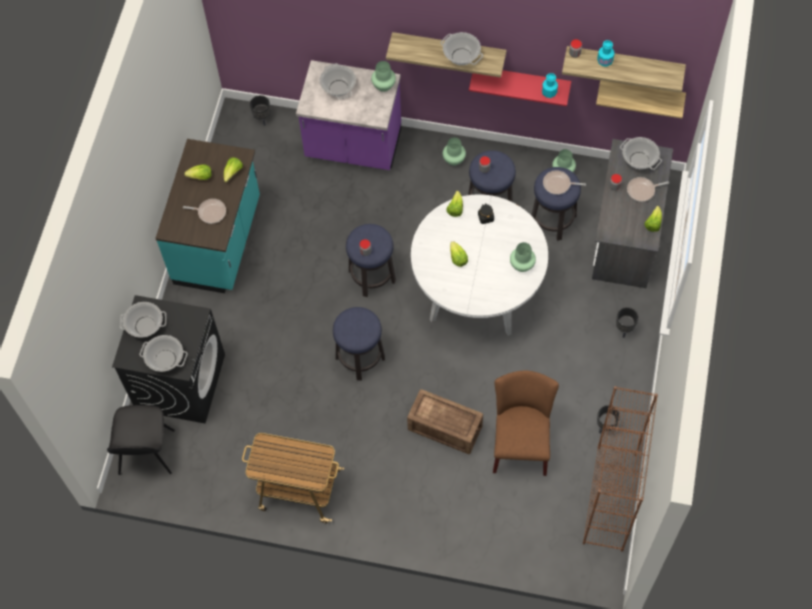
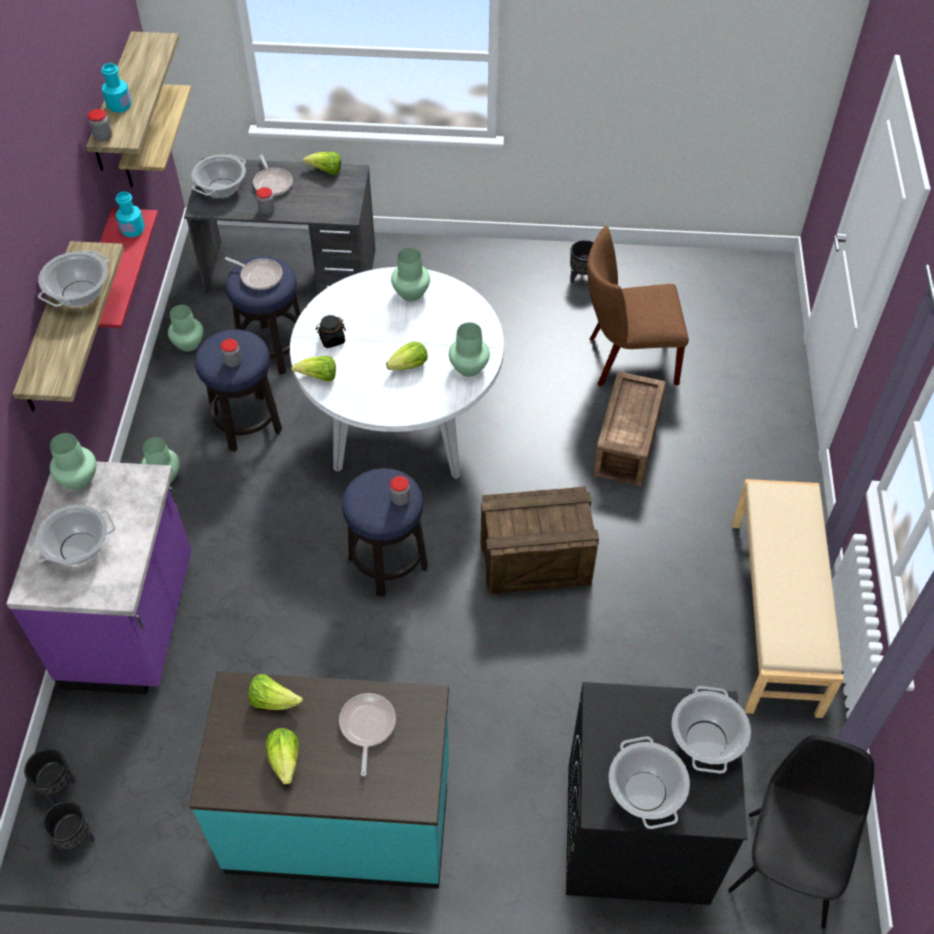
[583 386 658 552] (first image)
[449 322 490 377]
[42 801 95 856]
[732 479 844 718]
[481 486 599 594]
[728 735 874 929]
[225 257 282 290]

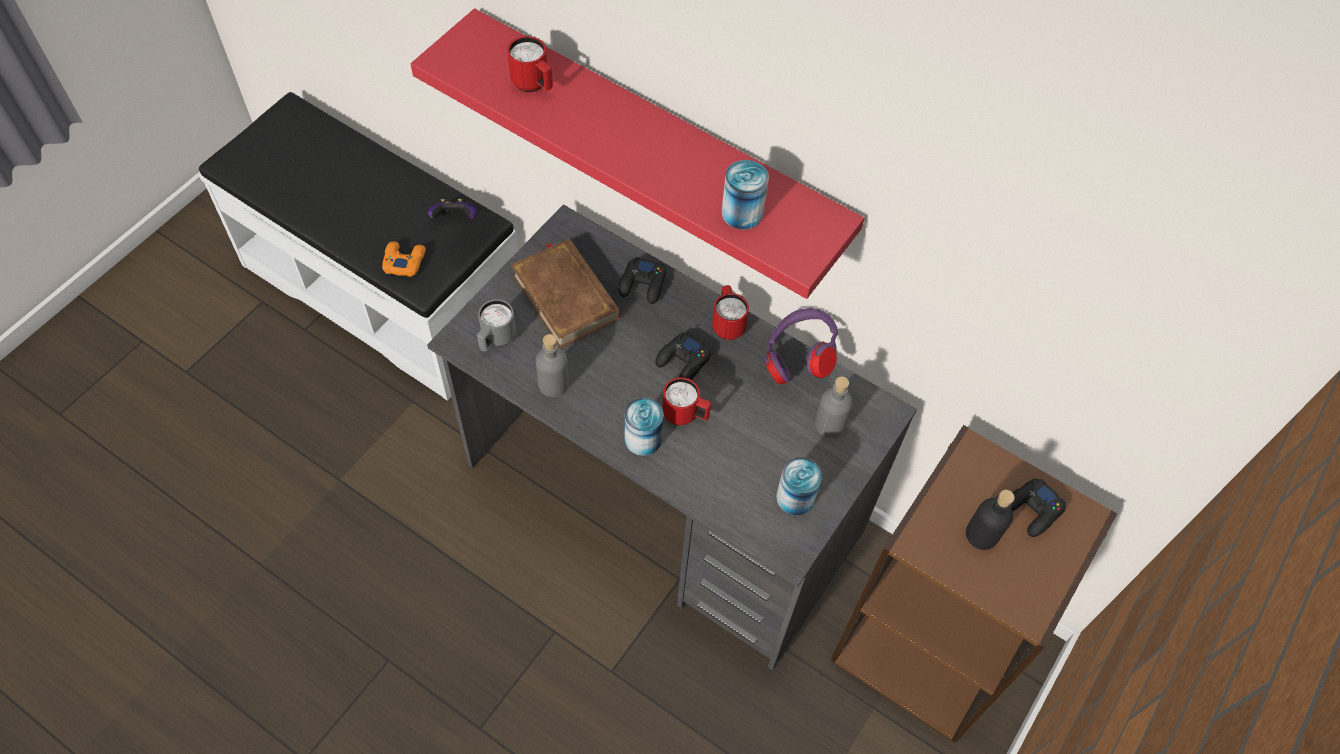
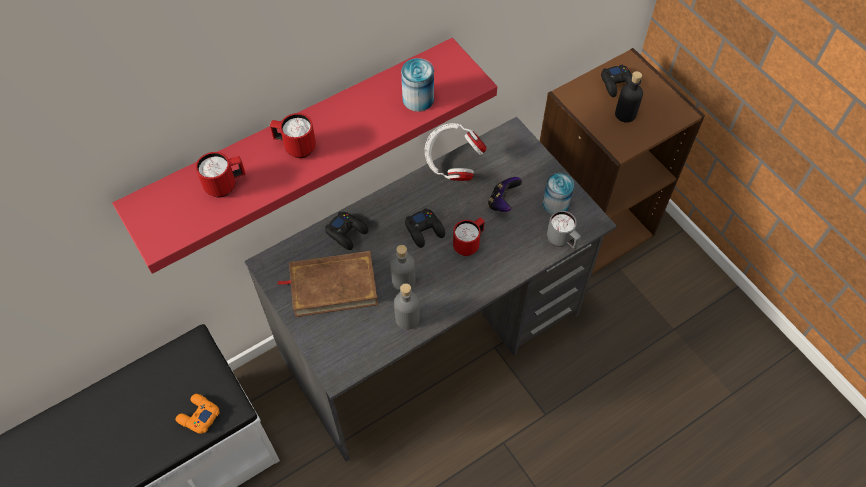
[625 398 663 456] (first image)
[488 177 522 212]
[547 211 581 249]
[270 113 316 158]
[390 245 416 291]
[425 123 487 181]

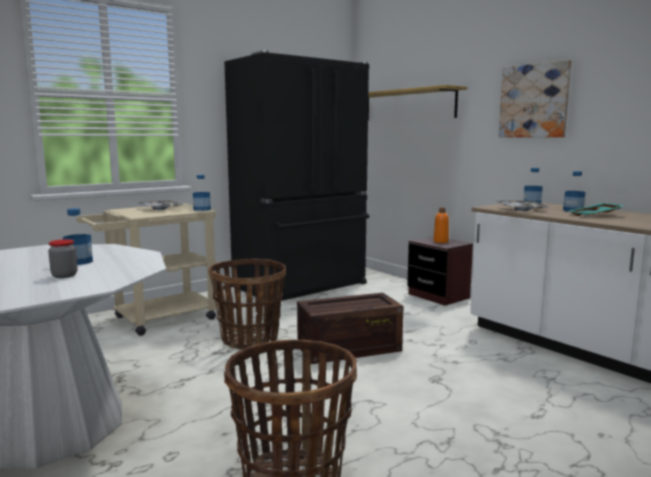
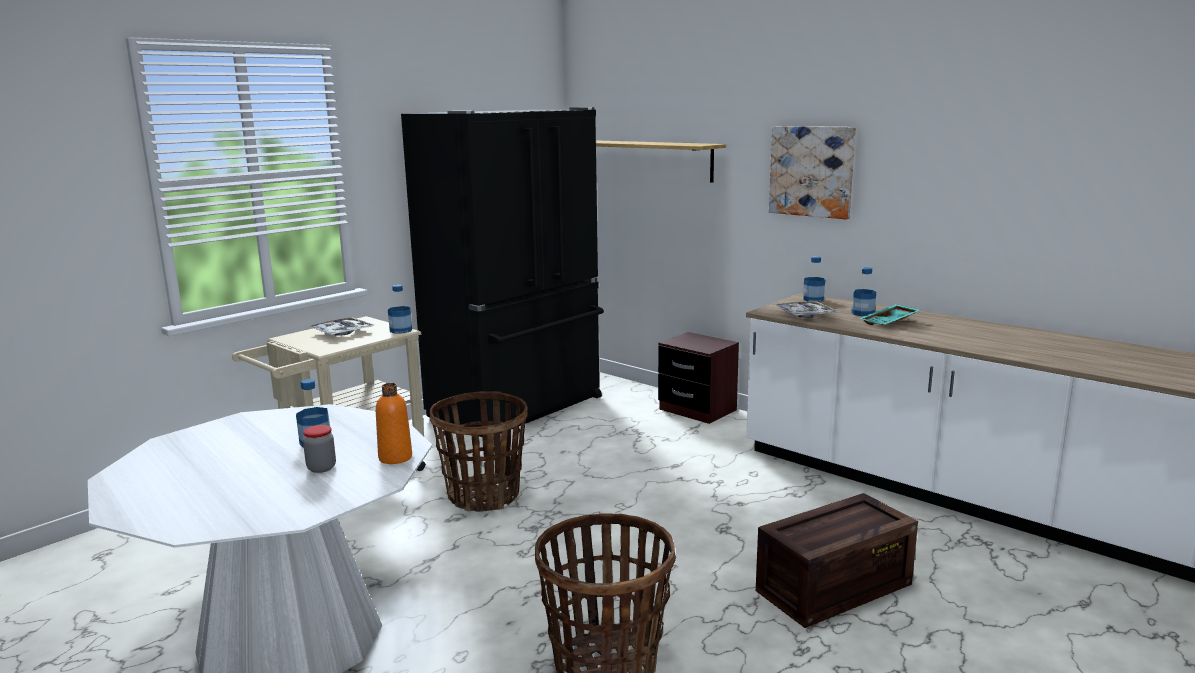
[756 493 918 628]
[376 383 412 464]

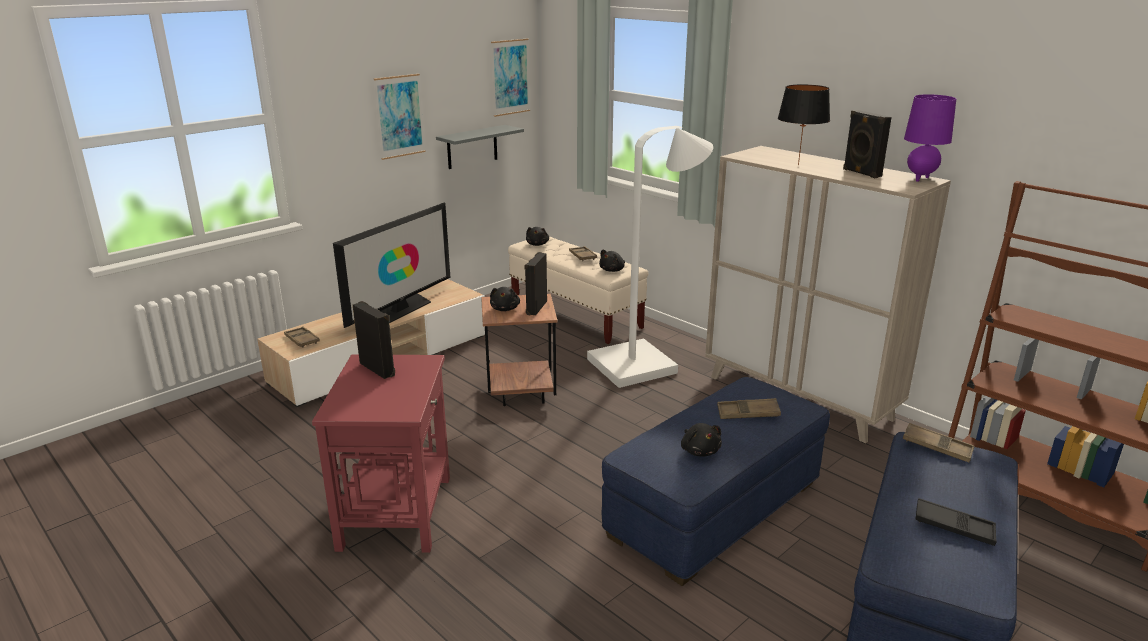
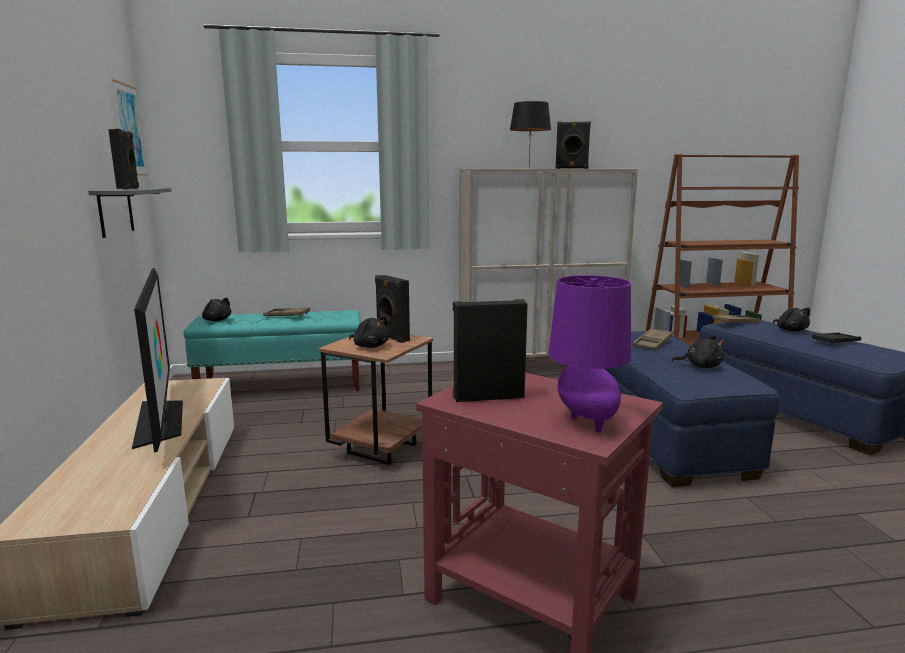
[284 326 320 348] (first image)
[374 74 426 160] (first image)
[587 126 713 388] (first image)
[108 129 139 189]
[773 308 810 331]
[548 275 631 432]
[184 310 360 391]

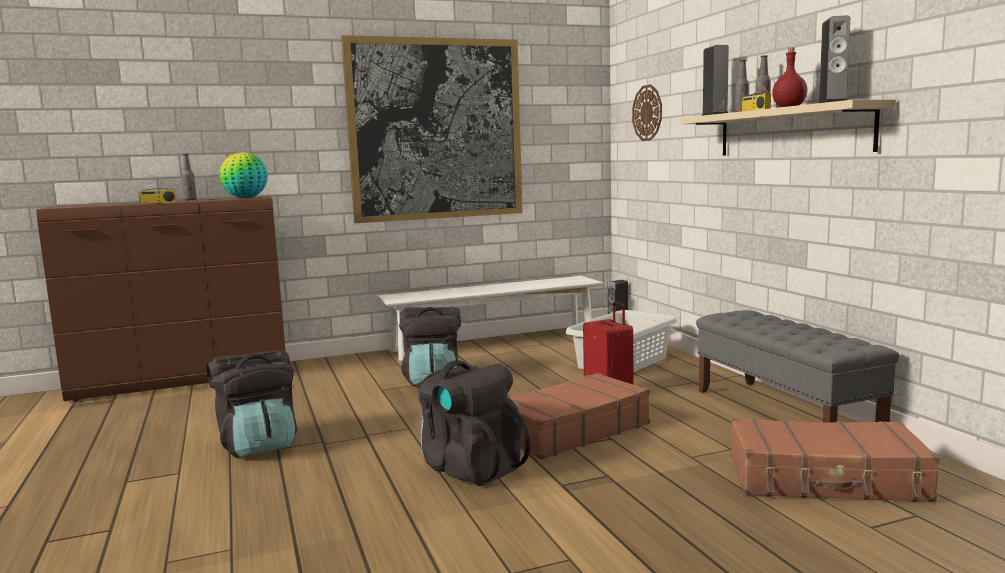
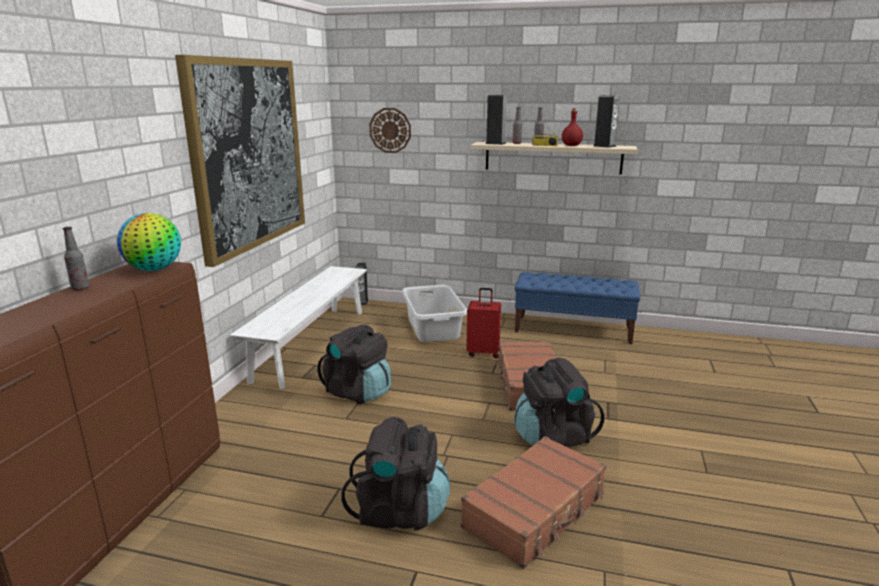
[138 171 176 204] (first image)
[461 436 606 569]
[515 272 640 344]

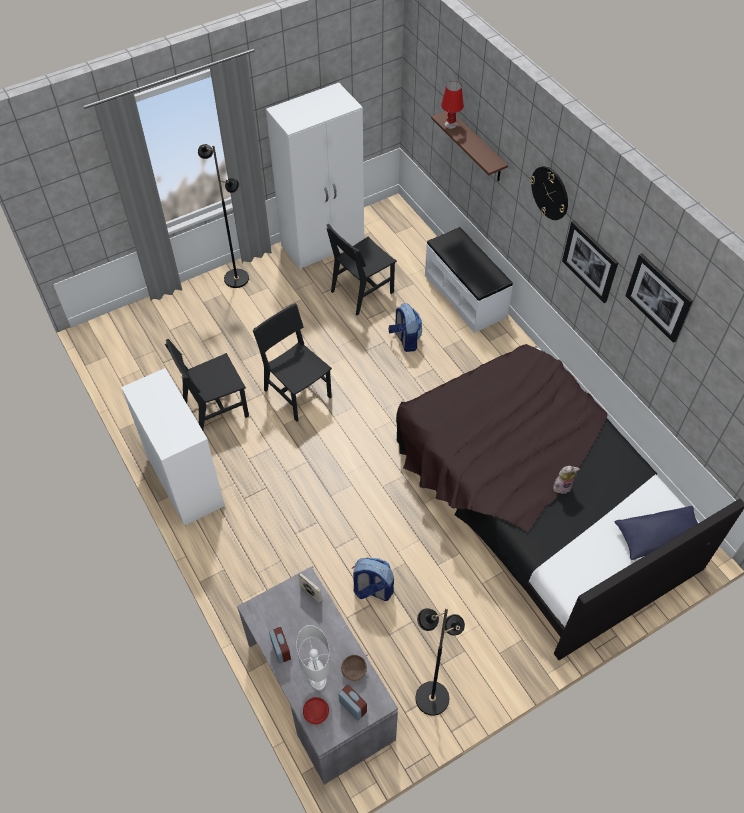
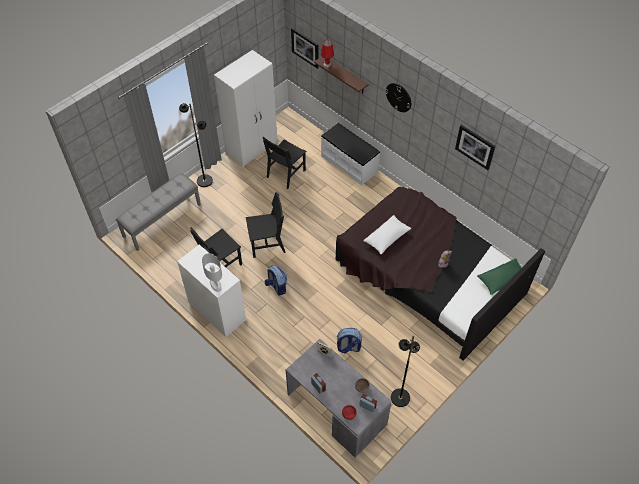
[116 173 201 251]
[363 215 411 254]
[202 253 222 292]
[265 265 287 296]
[291 28 319 69]
[477 258 530 295]
[246 192 286 258]

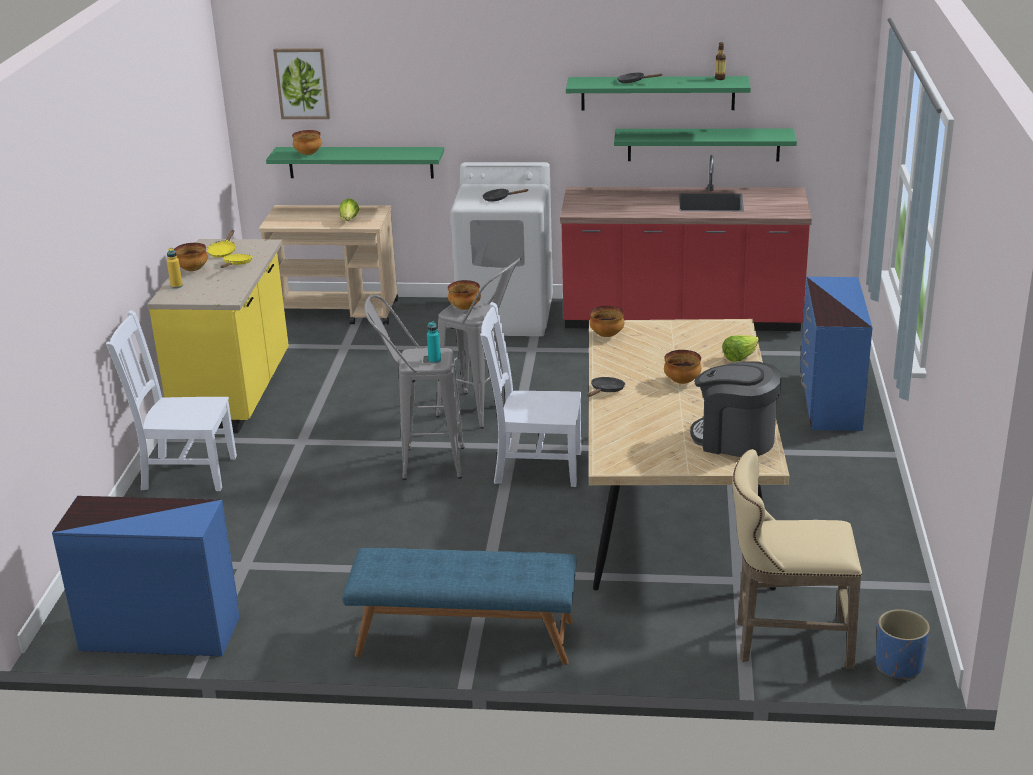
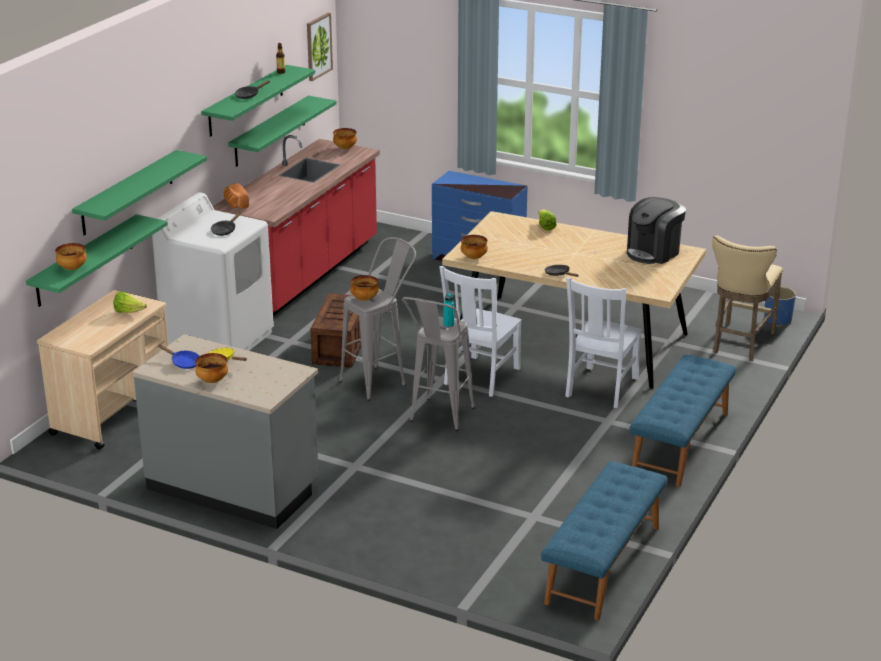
[167 248 183 289] (first image)
[72 150 207 235]
[224 183 249 208]
[310 293 362 368]
[565 277 642 408]
[307 13 333 81]
[333 128 357 149]
[541 461 668 620]
[132 334 319 529]
[158 344 199 369]

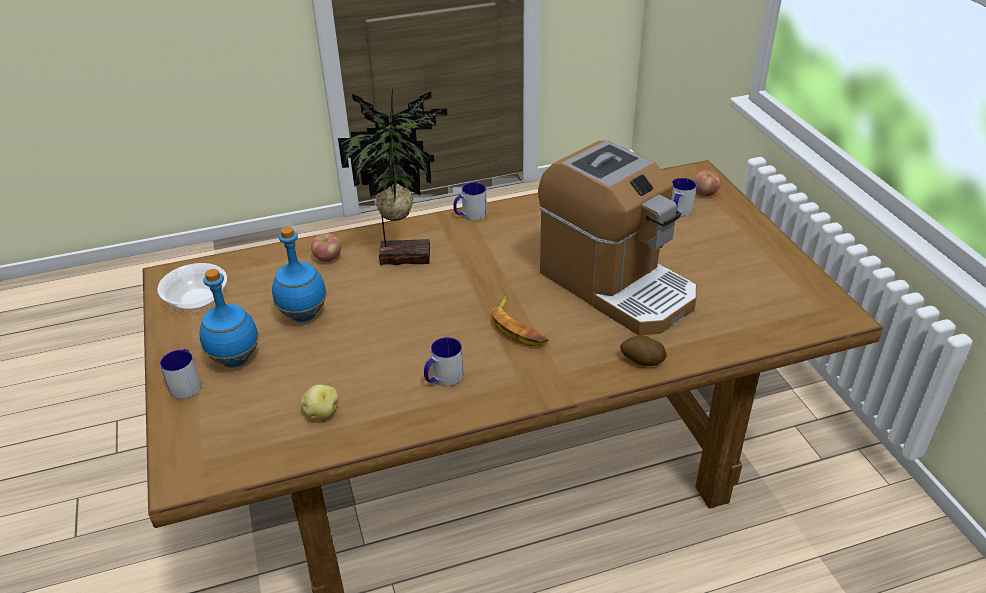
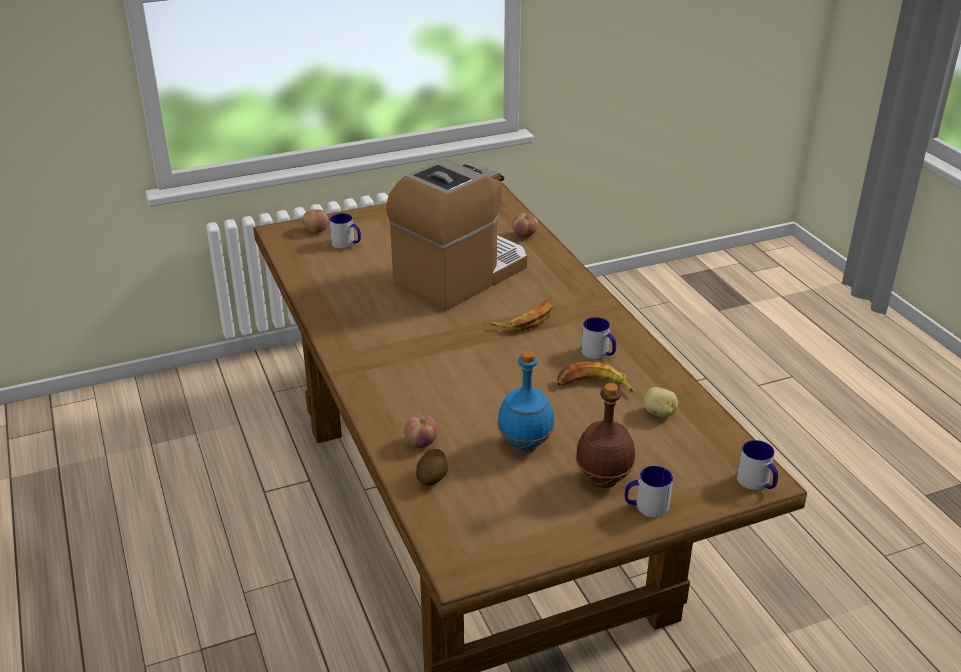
[157 263 227 310] (first image)
[338 86 448 265] (first image)
[512 213 538 238]
[557 361 636 393]
[737 440 778 490]
[416 449 448 486]
[576 383 635 488]

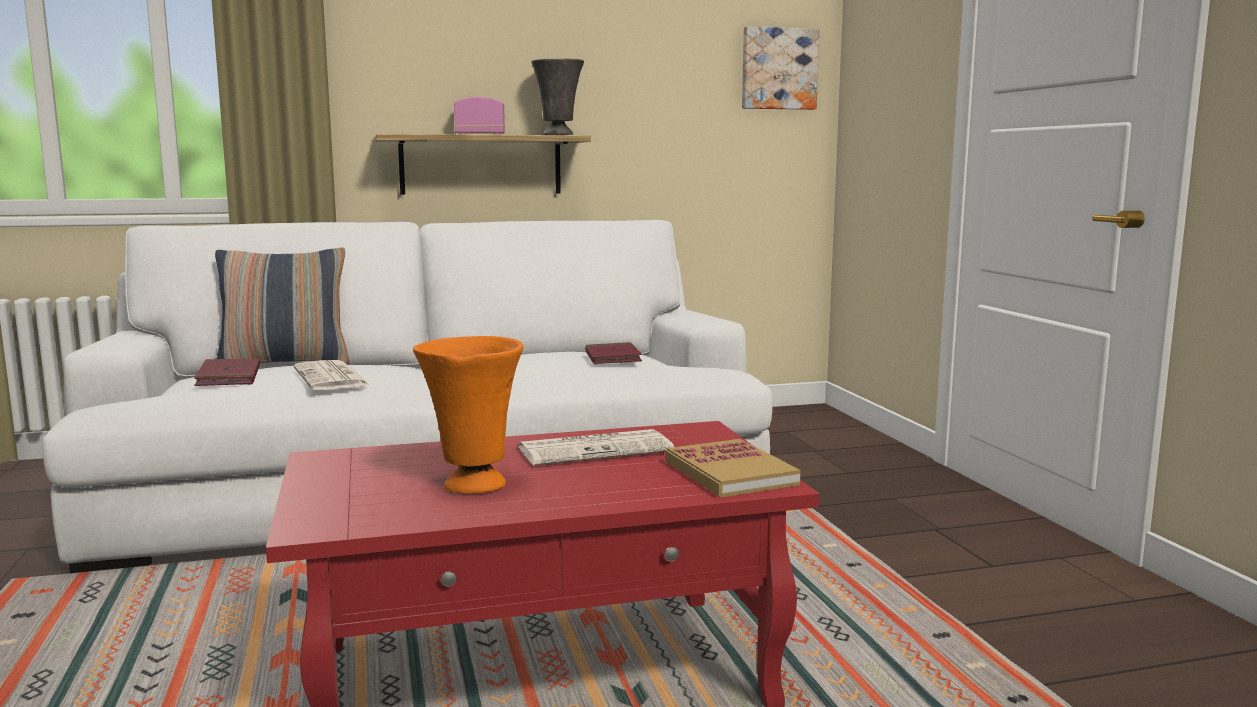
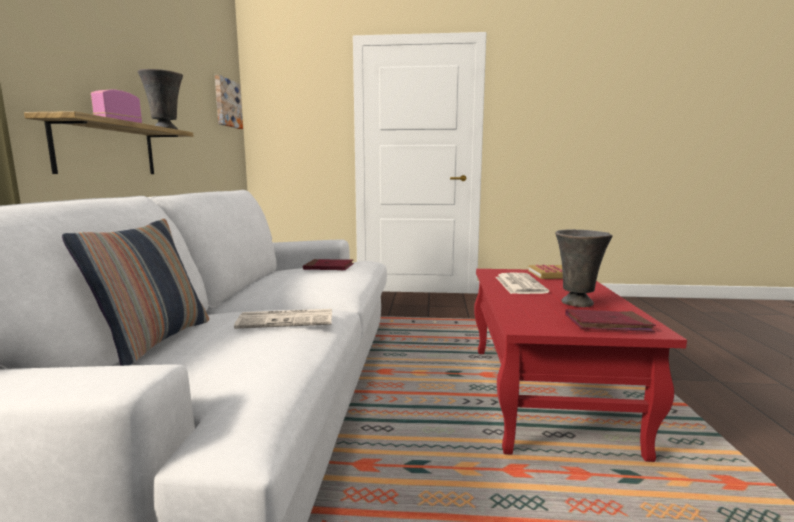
[565 309 656 332]
[555 229 613 307]

